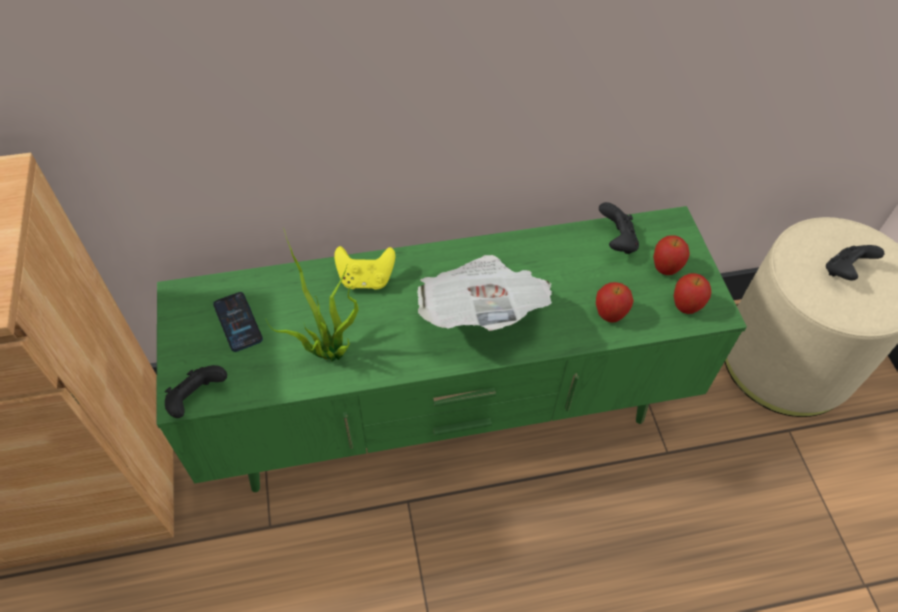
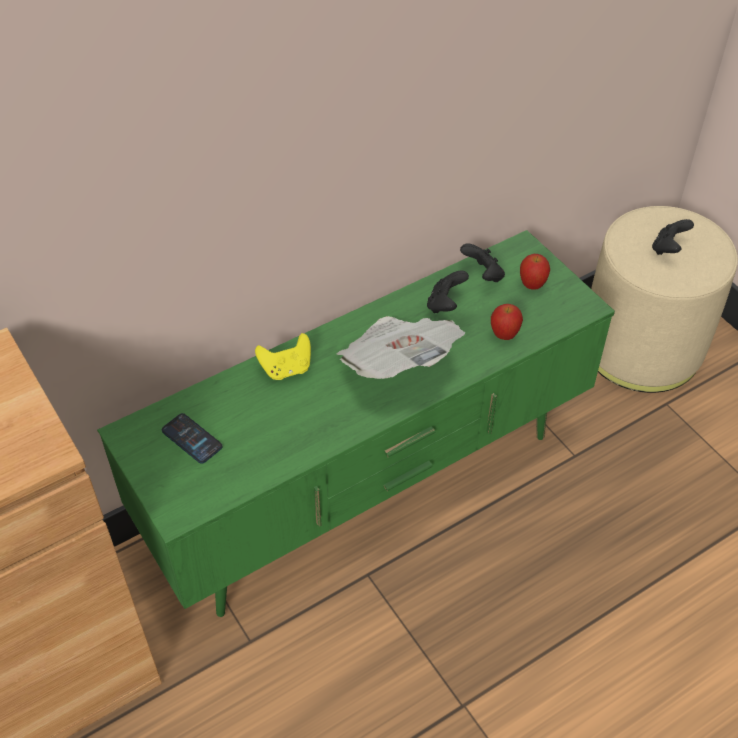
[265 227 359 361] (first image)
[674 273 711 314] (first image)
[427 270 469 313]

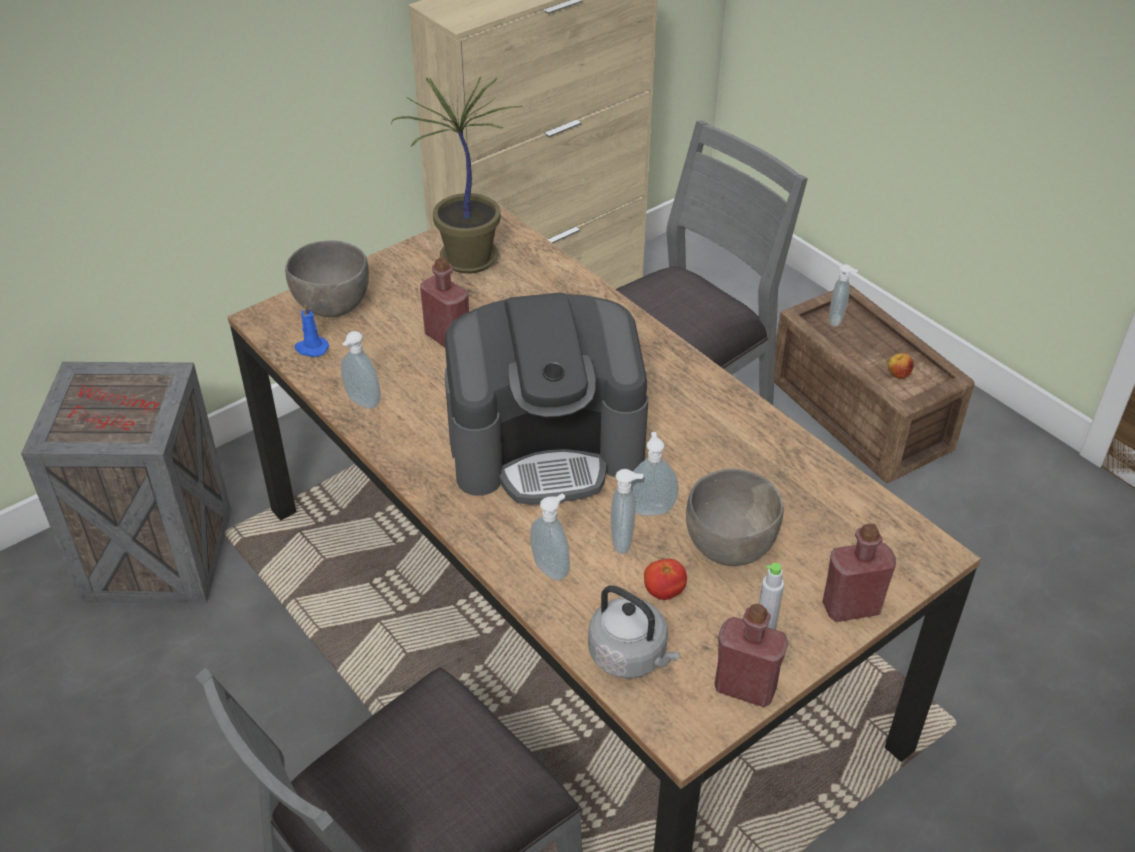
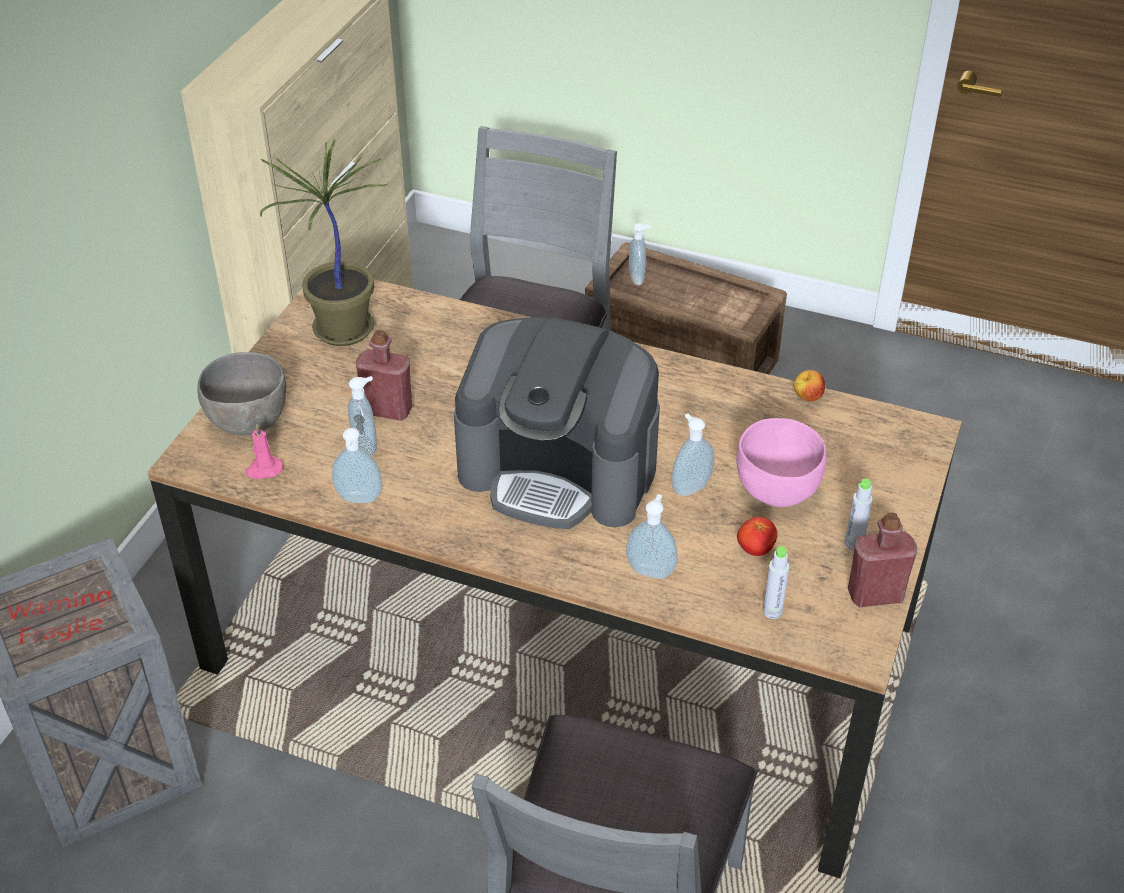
[822 523 896 622] (first image)
[348 376 377 456]
[794 370 825 401]
[763 546 790 619]
[245 424 283 479]
[736 418 827 507]
[454 317 660 529]

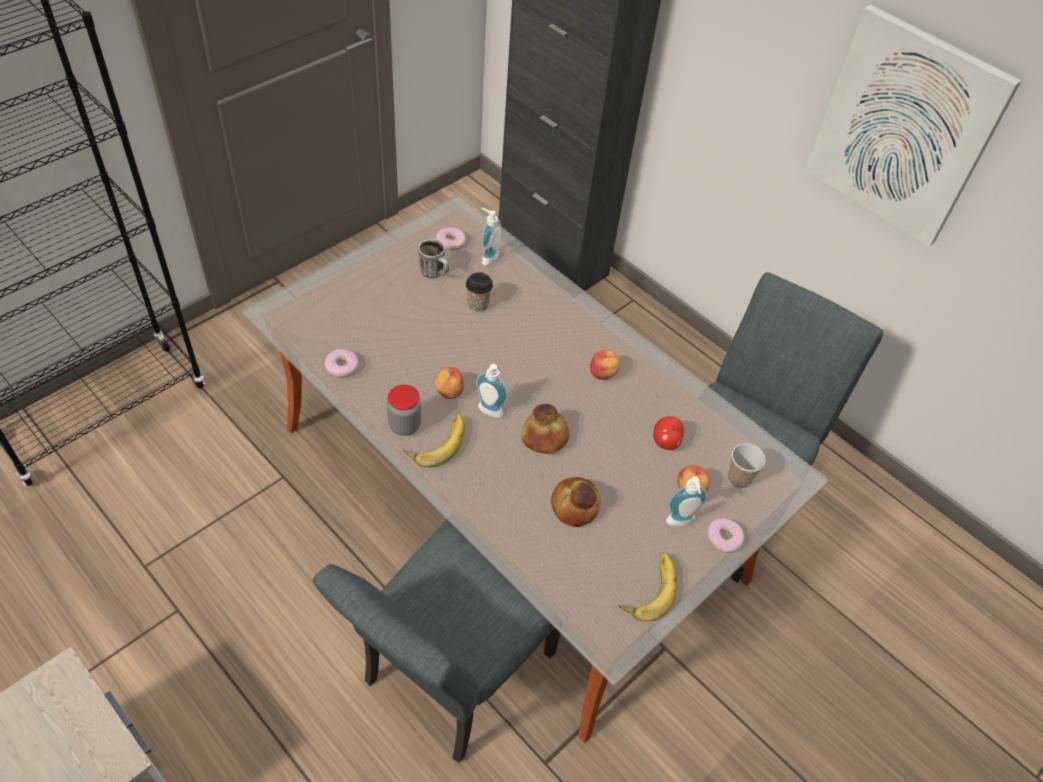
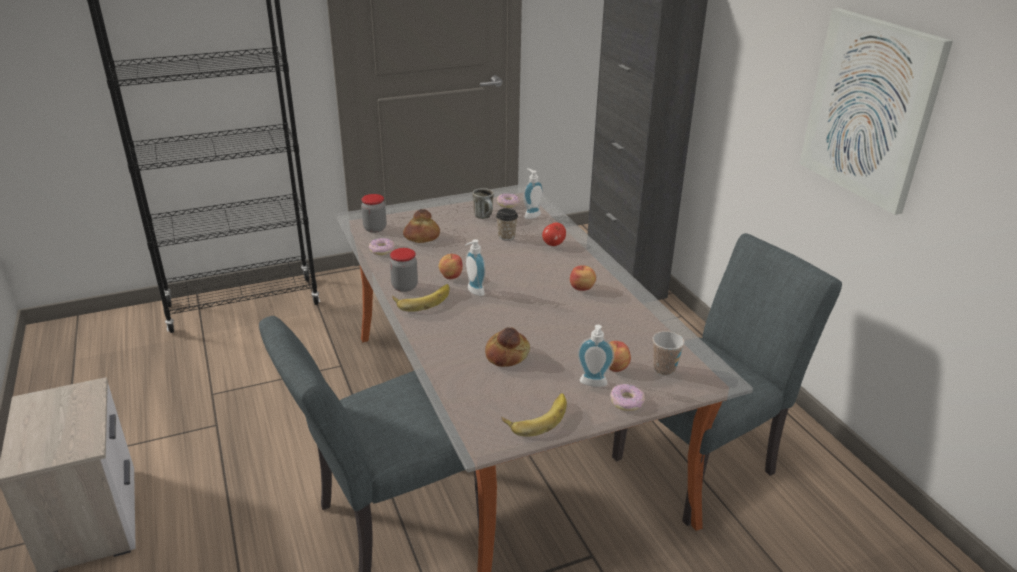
[361 194 386 233]
[403 209 440 243]
[542 223 566 246]

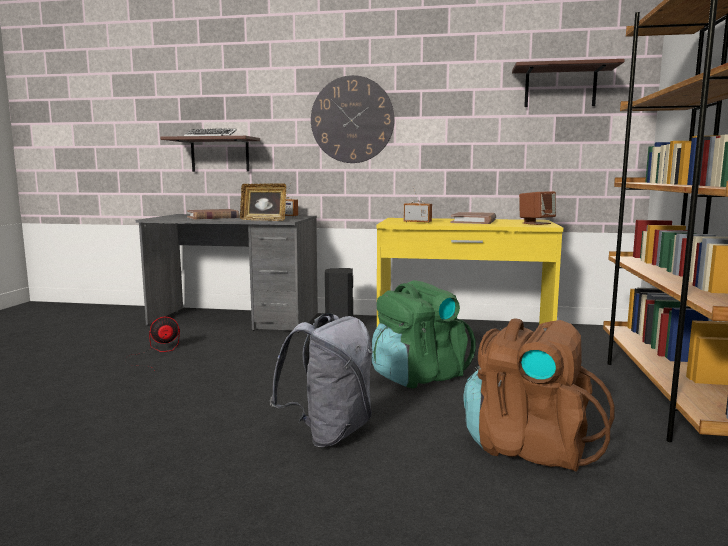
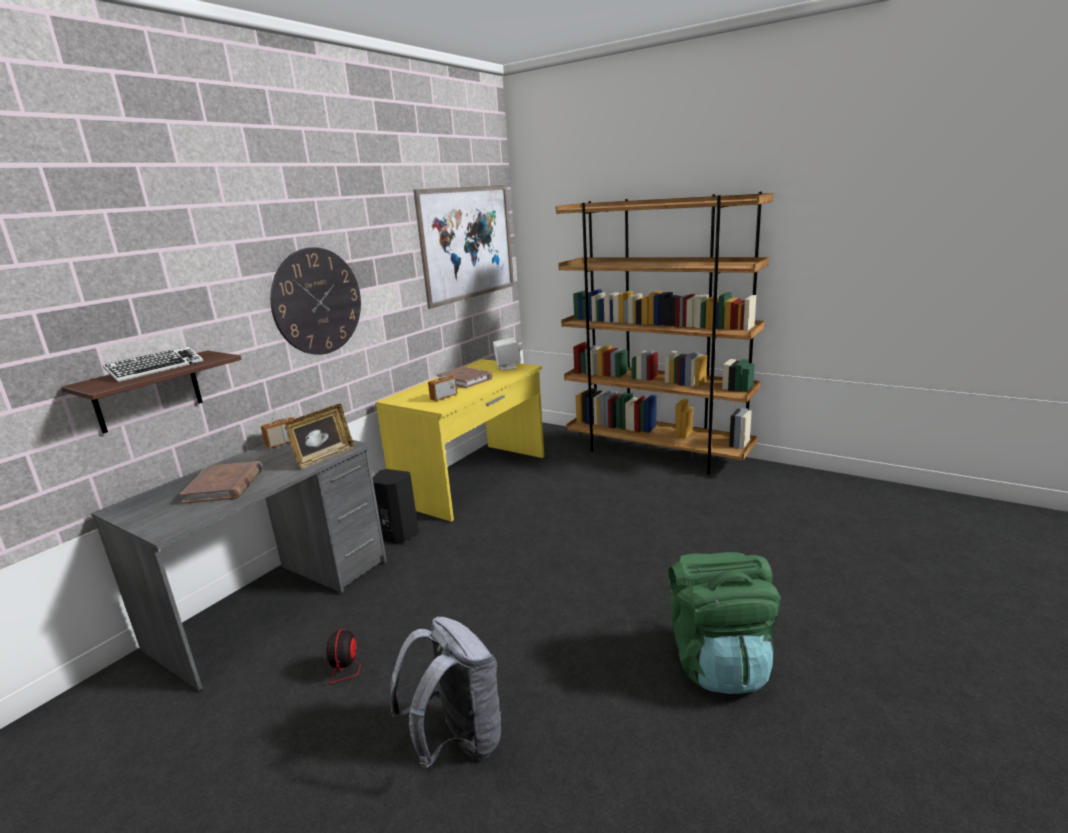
[464 318 615 472] (first image)
[390 617 501 768]
[669 552 781 694]
[413 185 514 309]
[493 337 521 370]

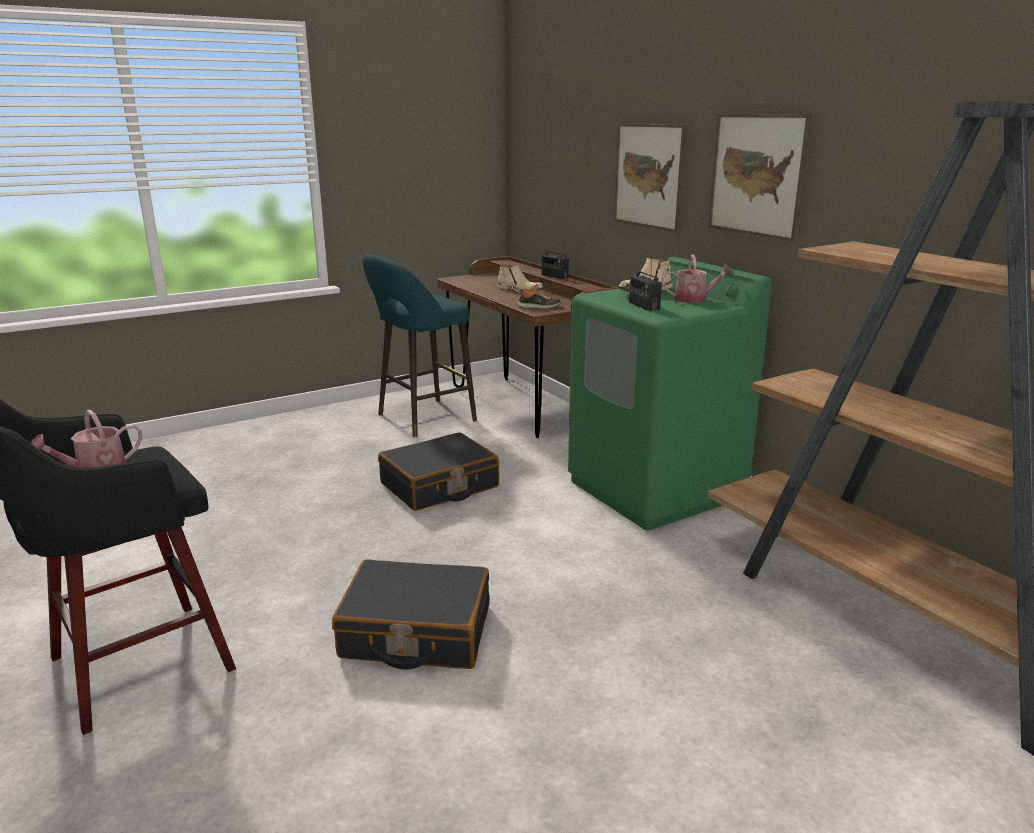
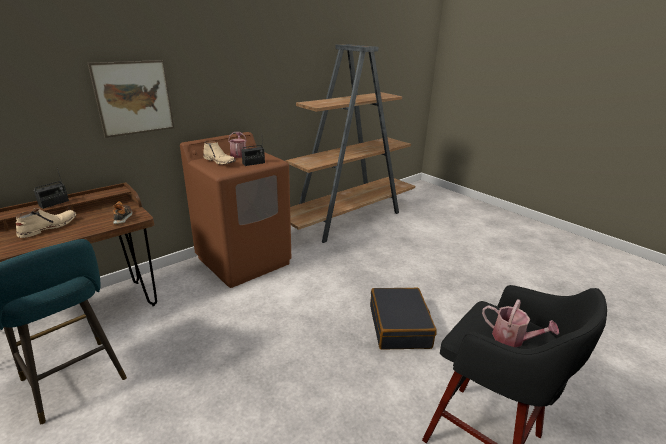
[378 432 499 511] (first image)
[708 114 812 241] (first image)
[180 132 291 288]

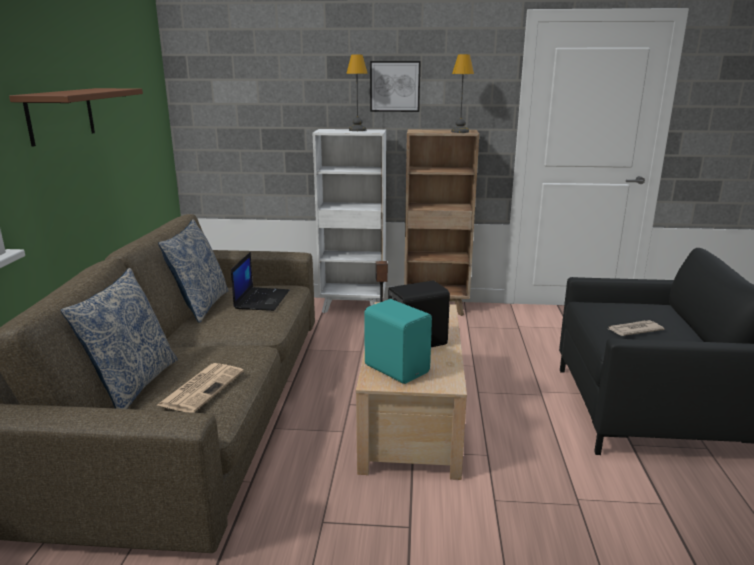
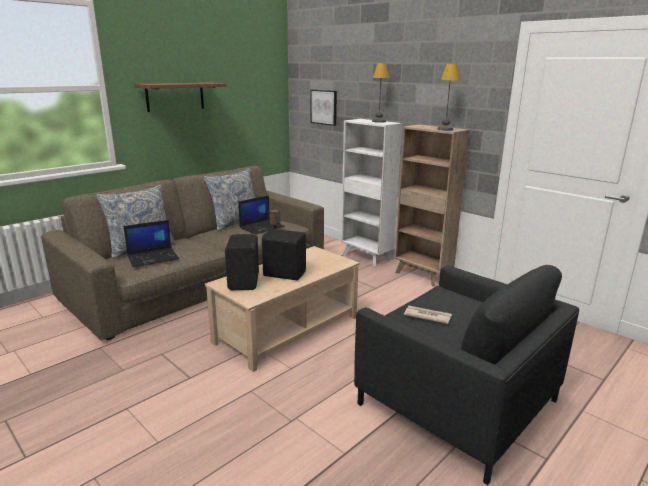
[311 90 337 126]
[124 220 179 267]
[225 234 259 290]

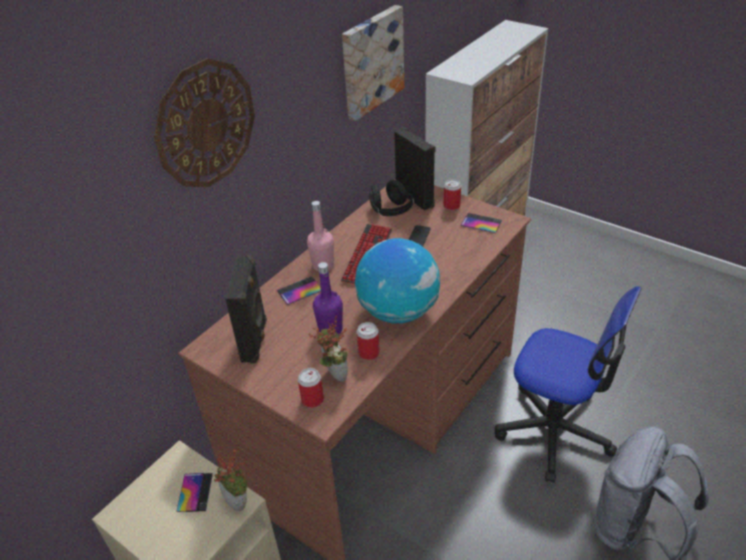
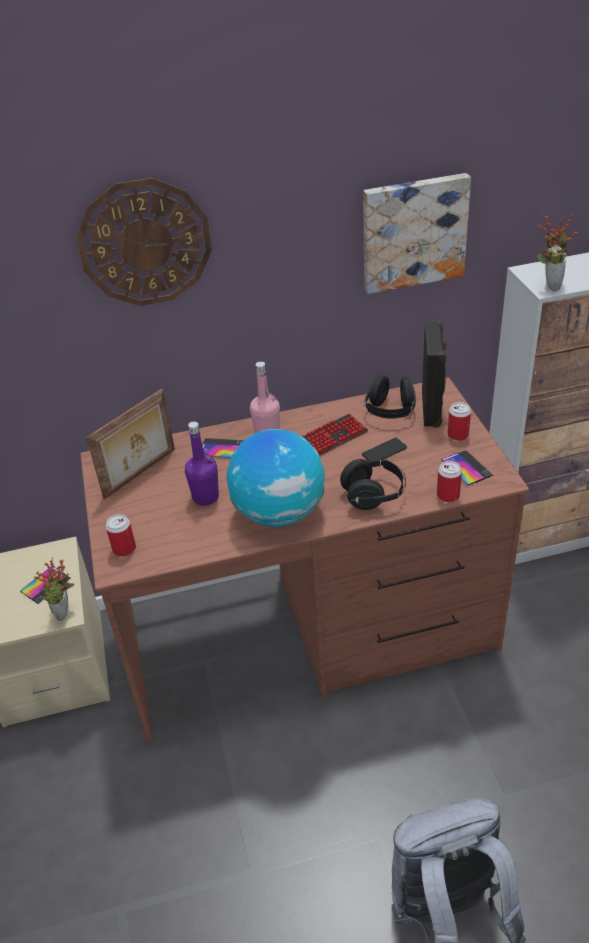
[495 286 642 483] (first image)
[340 459 406 510]
[537 214 577 291]
[437 461 462 502]
[86 389 175 499]

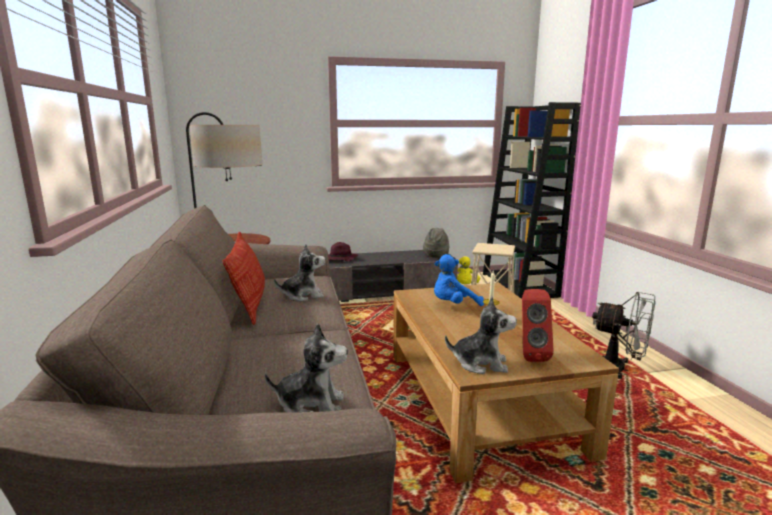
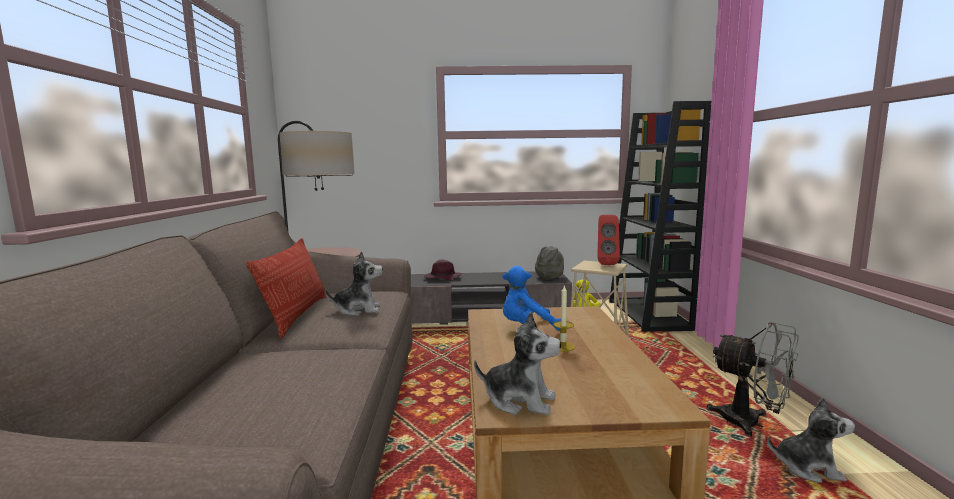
[767 397 855 483]
[597 215 620 265]

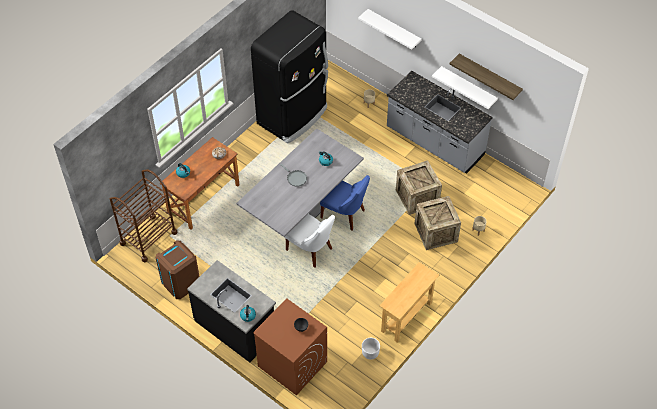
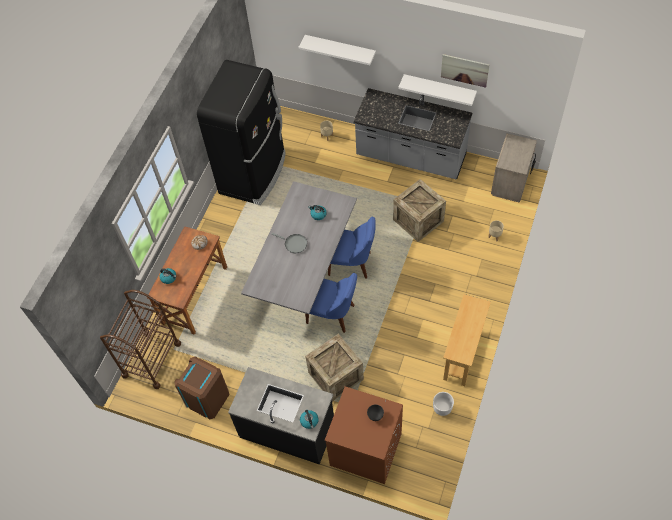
[491 133 537 203]
[305 334 364 402]
[441 54 490 88]
[305 273 357 333]

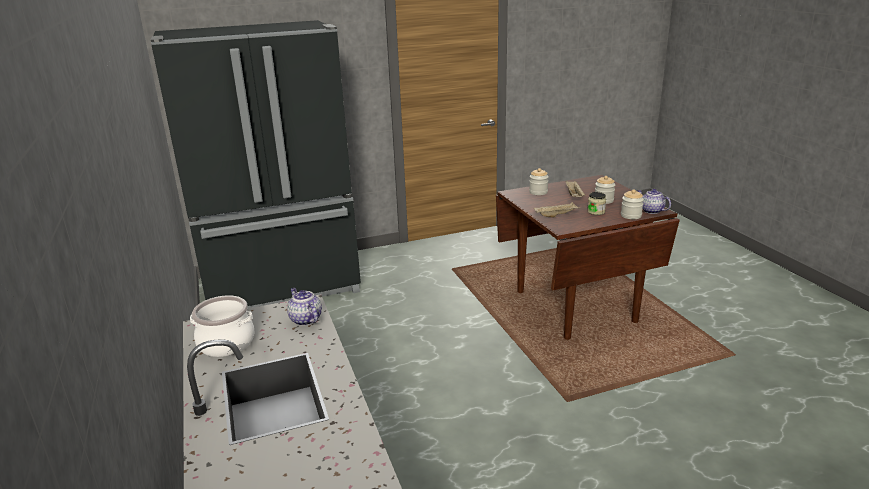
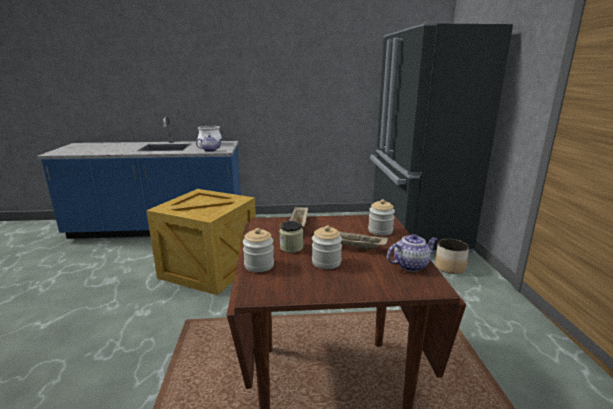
[146 189 256 295]
[435 239 469 274]
[387 234 437 272]

